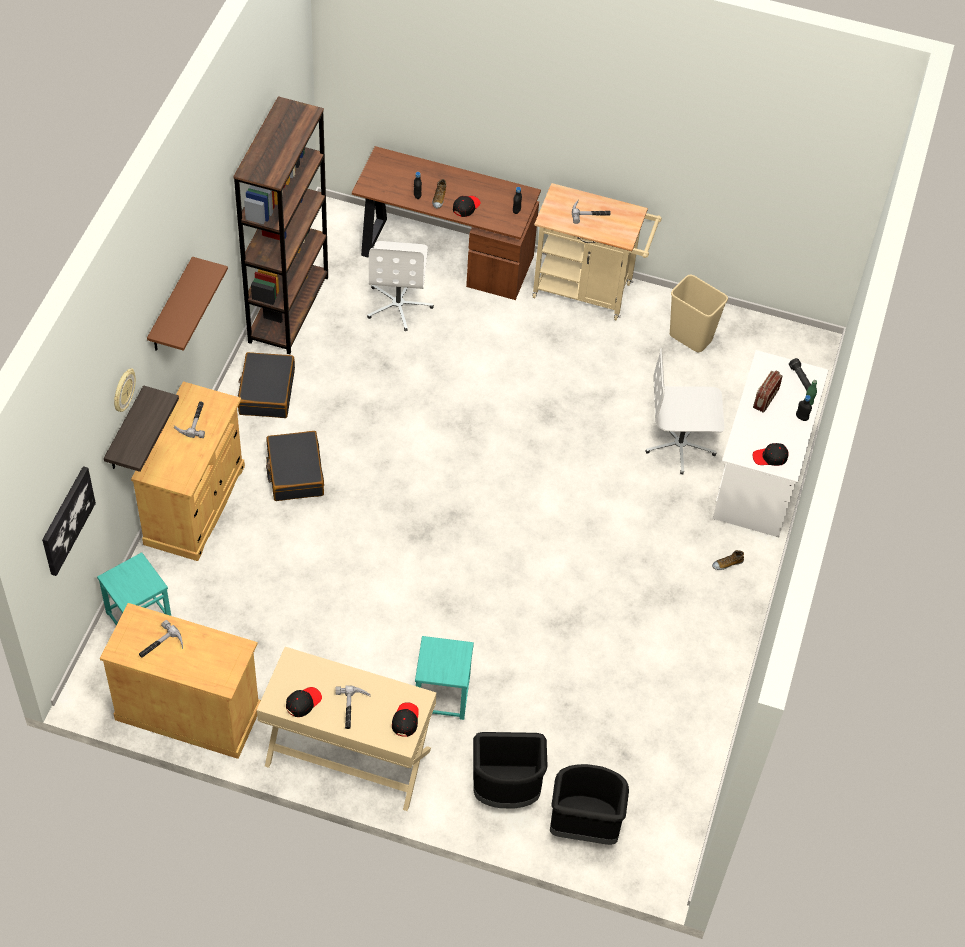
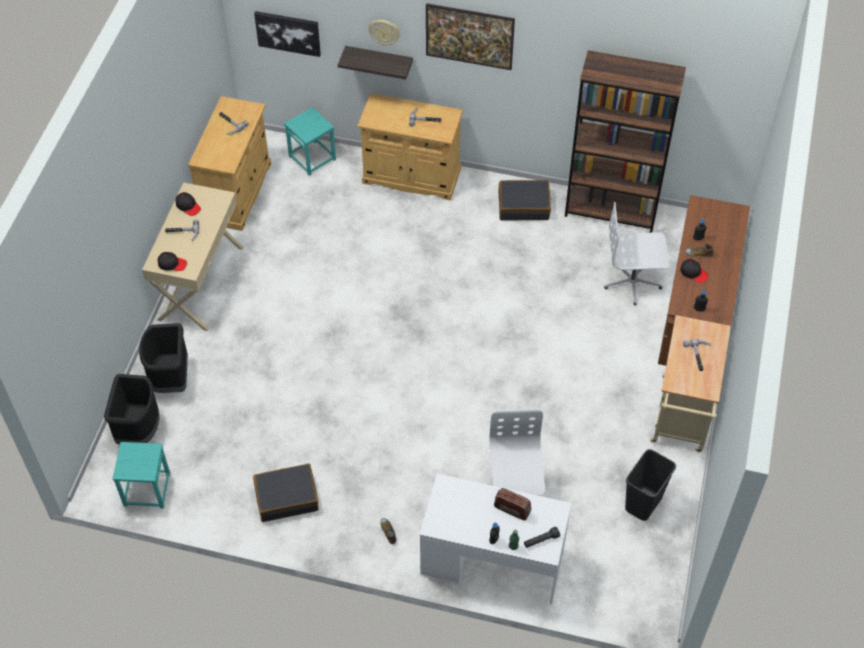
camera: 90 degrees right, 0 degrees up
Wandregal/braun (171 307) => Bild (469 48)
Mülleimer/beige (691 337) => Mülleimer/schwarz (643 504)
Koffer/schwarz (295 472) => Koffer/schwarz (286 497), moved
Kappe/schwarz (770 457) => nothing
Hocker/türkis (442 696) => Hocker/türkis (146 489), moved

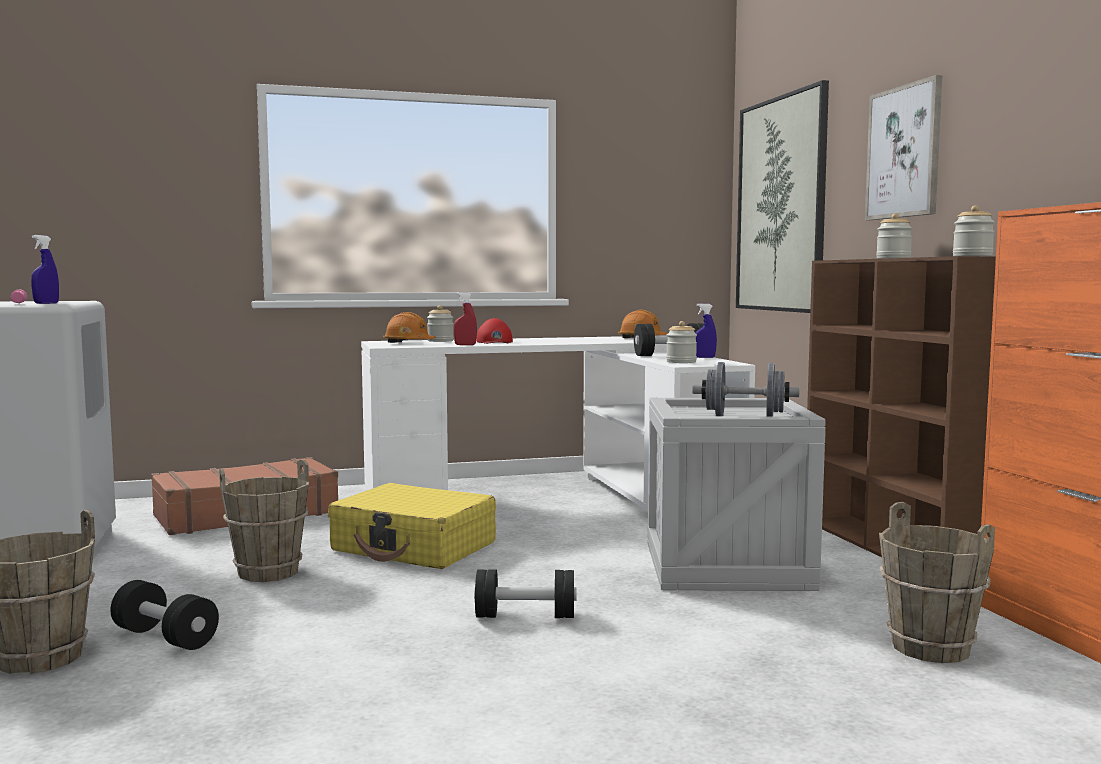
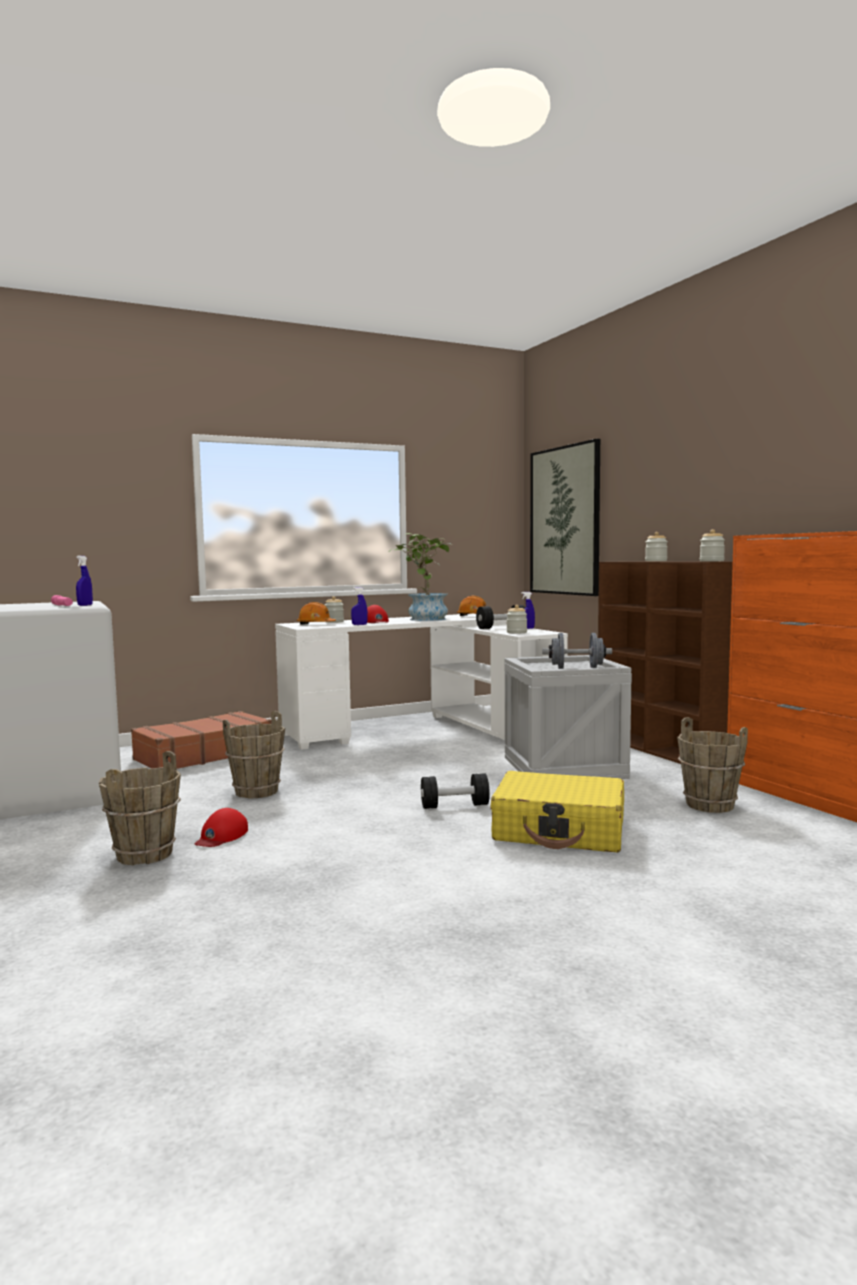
camera: 10 degrees left, 0 degrees up
Bild (904 152) => nothing
Sprühflasche/rot (465 345) => Sprühflasche/blau (359 624)
Koffer/gelb (414 547) => Koffer/gelb (560 831), moved
Hantel/schwarz (165 637) => Kappe/rot (221 836)
nothing => Topfpflanze (423 618)

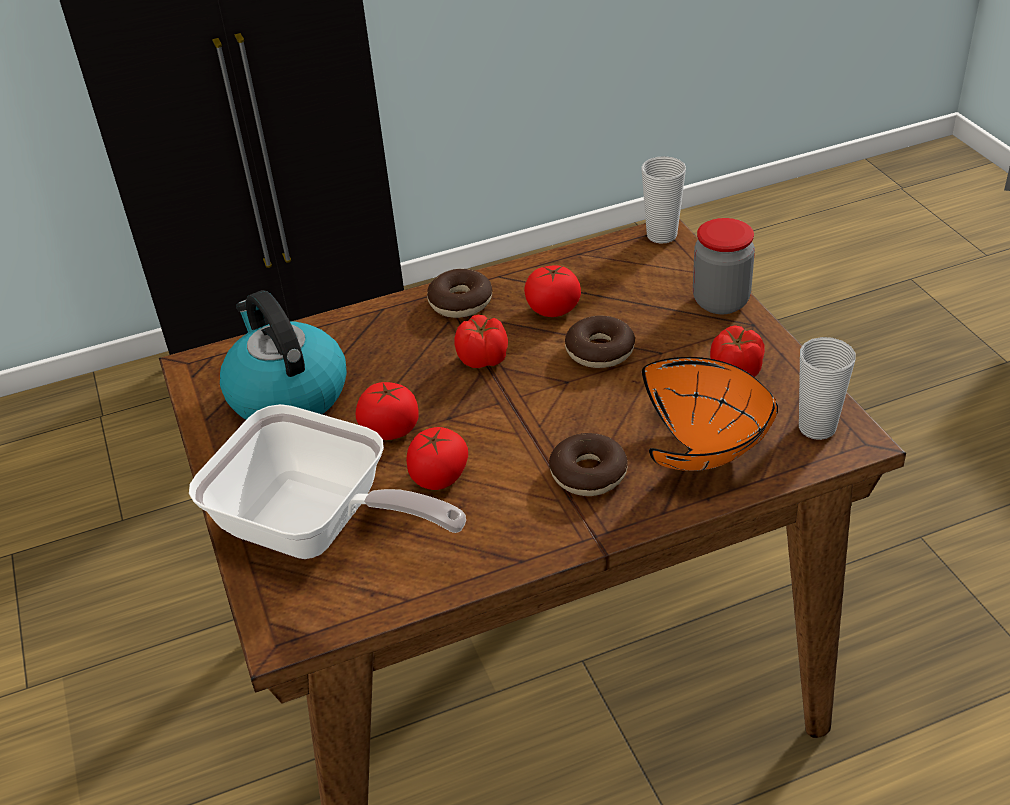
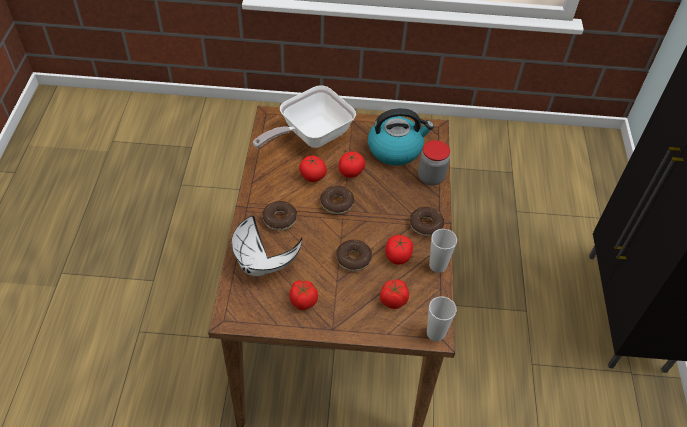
camera: 110 degrees right, 10 degrees up
Vorratsglas (720 301) => Vorratsglas (431 177), moved
Tomate (484 359) => Tomate (392 300), moved
Tasse (817 427) => Tasse (437 265), moved
Schüssel/orange (706 448) => Schüssel/weiß (264 263)
nothing => Donut (337 203)

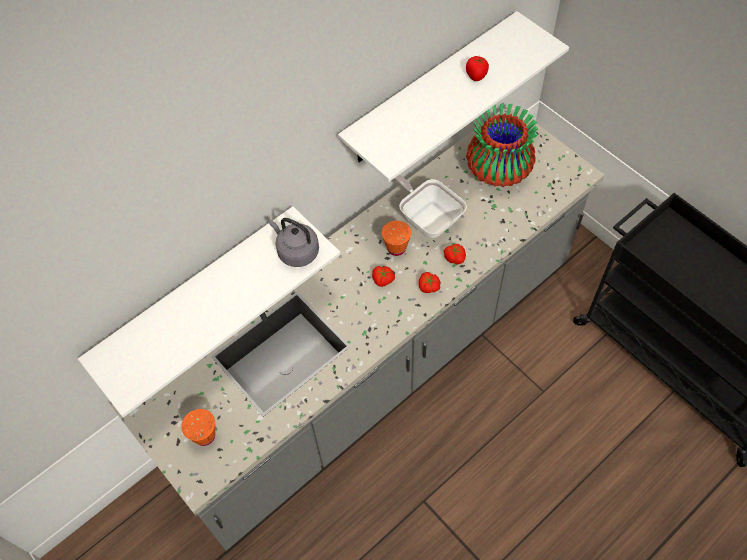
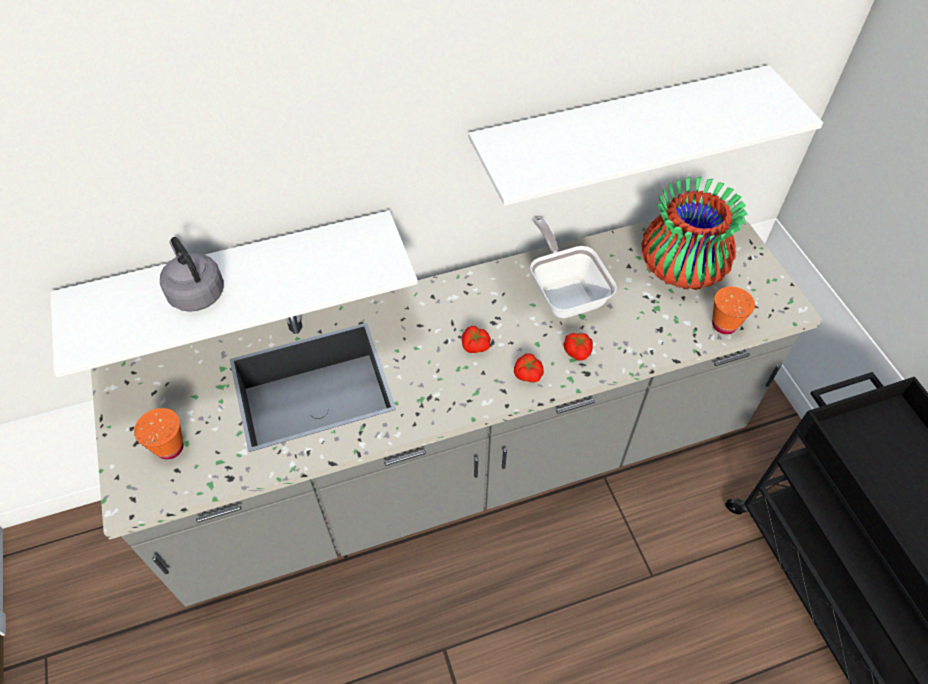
camera: 20 degrees right, 5 degrees down
Tomate (476 75) => nothing
Wasserkessel/grau (296 251) => Wasserkessel/grau (196 292), moved
Tasse/orange (396 248) => Tasse/orange (724 325), moved

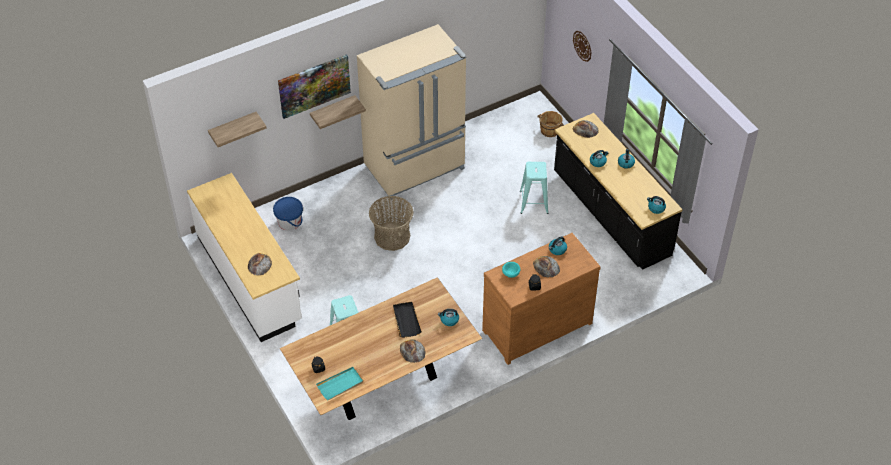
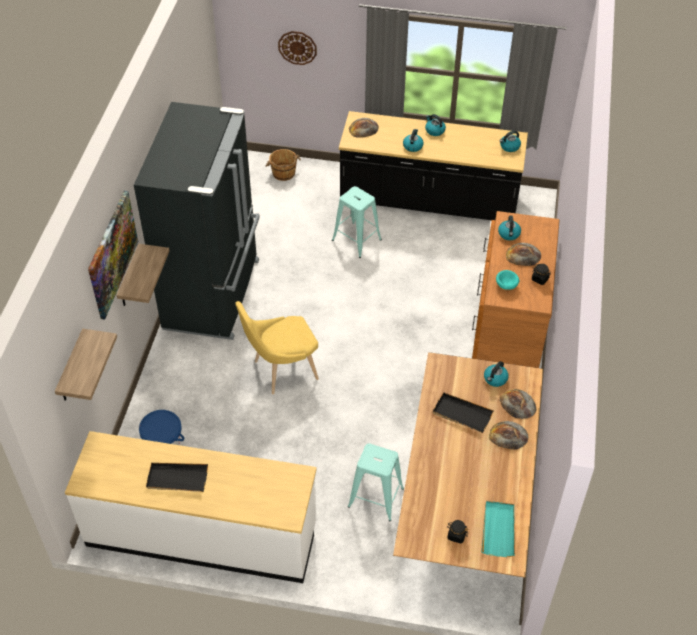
camera: 50 degrees left, 0 degrees up
Kühlschrank/beige (416 168) => Kühlschrank/schwarz (214 294)
Korb (392 236) => Stuhl/gelb (281 371)
Brot (259 264) => Brot (518 404), moved
nothing => Tablett/schwarz (177 478)

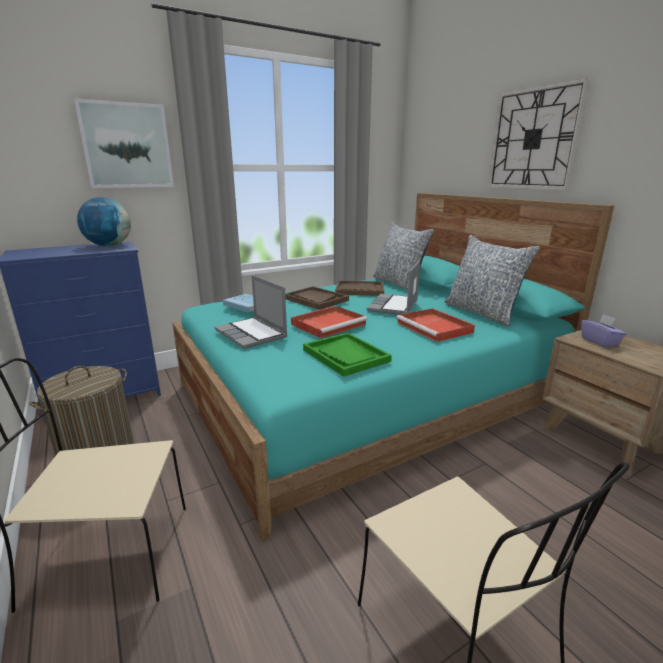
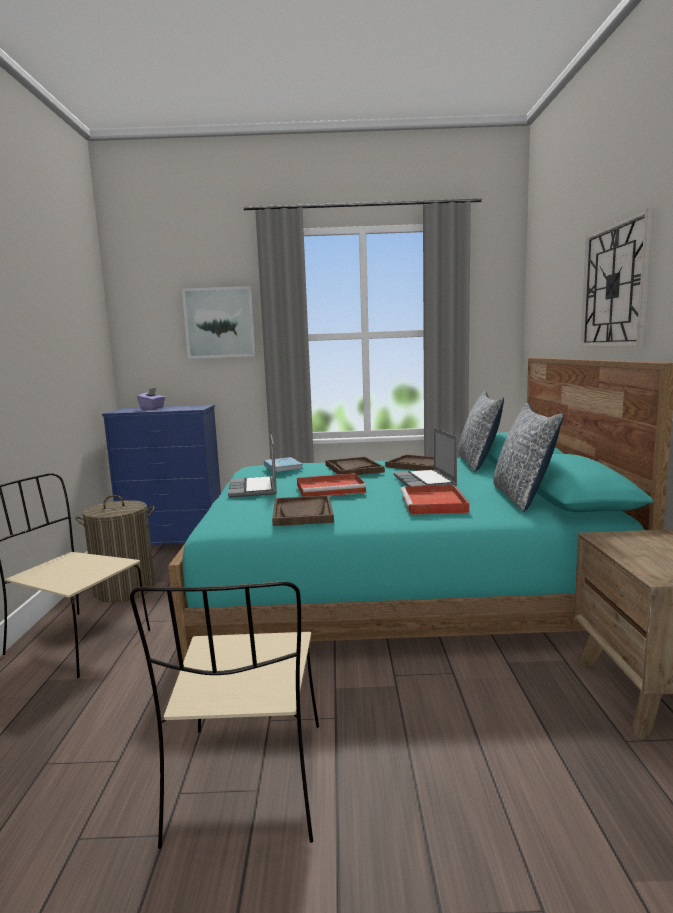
camera: 30 degrees right, 10 degrees down
Globus (109 246) => nothing
Laptop (394 306) => Laptop (425 481), 60 degrees counterclockwise
Taschentuchbox/lila (600 341) => Taschentuchbox/lila (152 408), moved
Tablett/grün (346 355) => Tablett/braun (303 513)

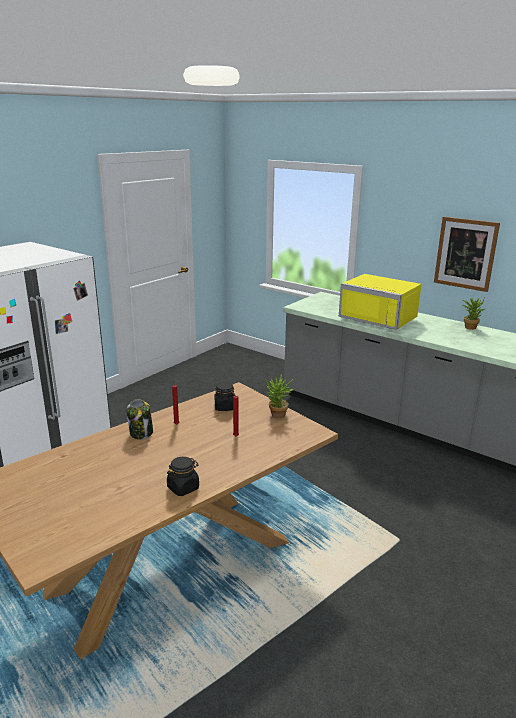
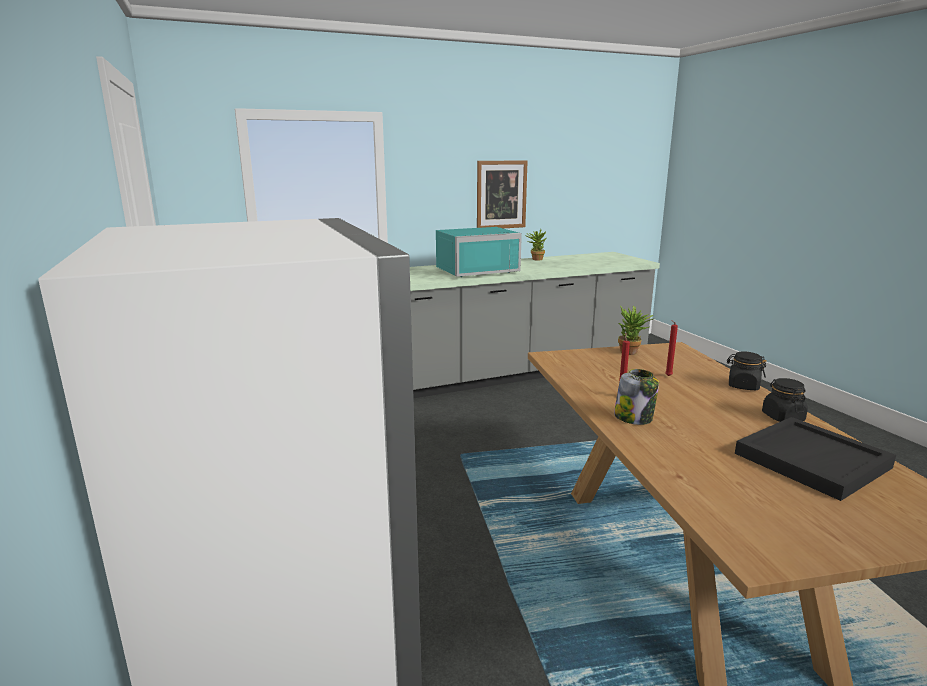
camera: 60 degrees left, 5 degrees down
Mikrowelle/gelb (380 317) => Mikrowelle/türkis (475 270)
Vorratsglas/schwarz (224 407) => Vorratsglas/schwarz (743 386), moved
nothing => Tablett/schwarz (811 459)

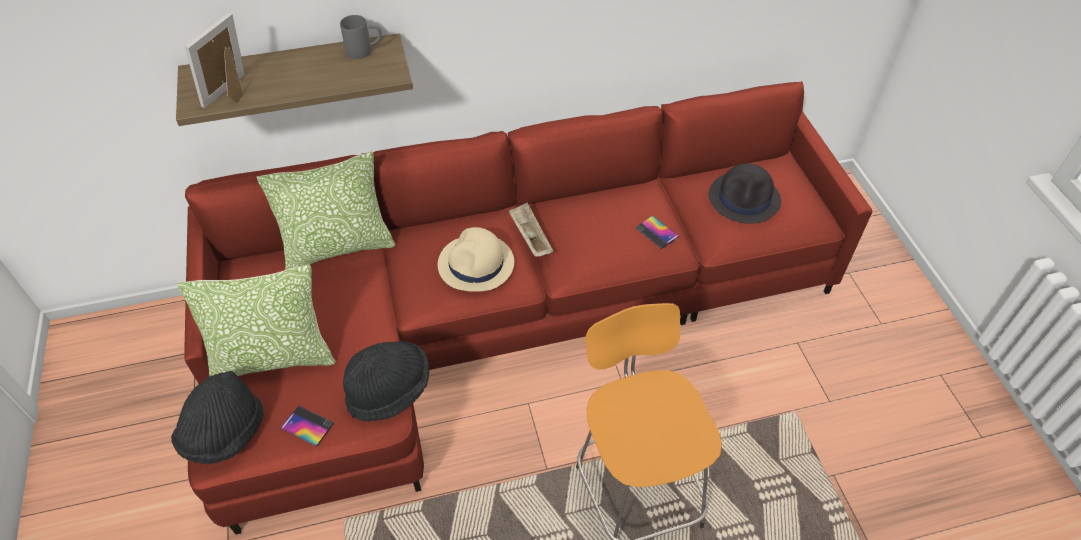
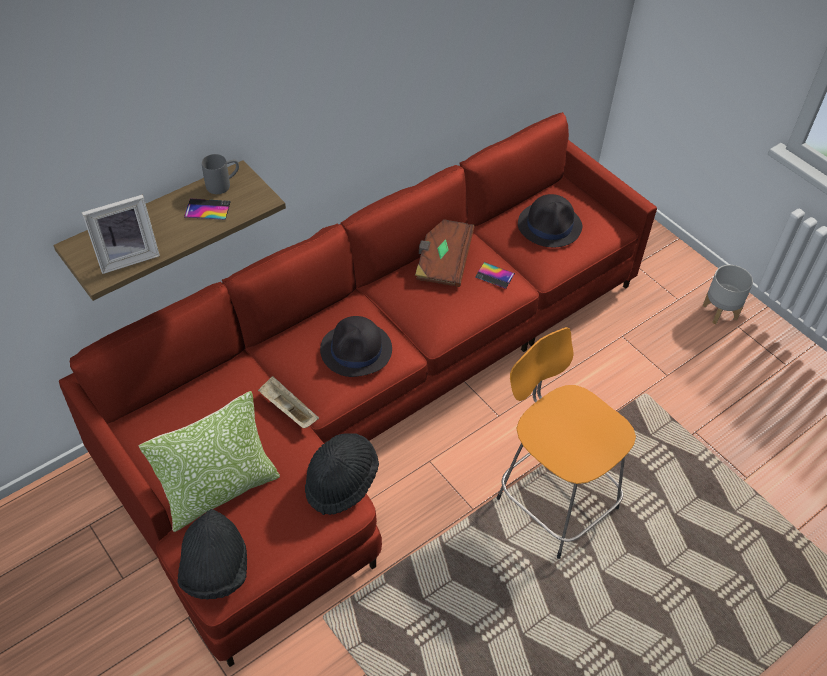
camera: 25 degrees left, 0 degrees up
Bilderrahmen (232 93) => Bilderrahmen (127 256), 120 degrees counterclockwise
Kissen (339 247) => nothing
Tablett/beige (530 238) => Tablett/beige (287 410), moved
Hut/beige (476 264) => Hut/schwarz (356 350)
Handy (307 426) => Handy (207 209), moved
nothing => Buch/braun (442 262)
nothing => Pflanzkübel/grau (720 311)

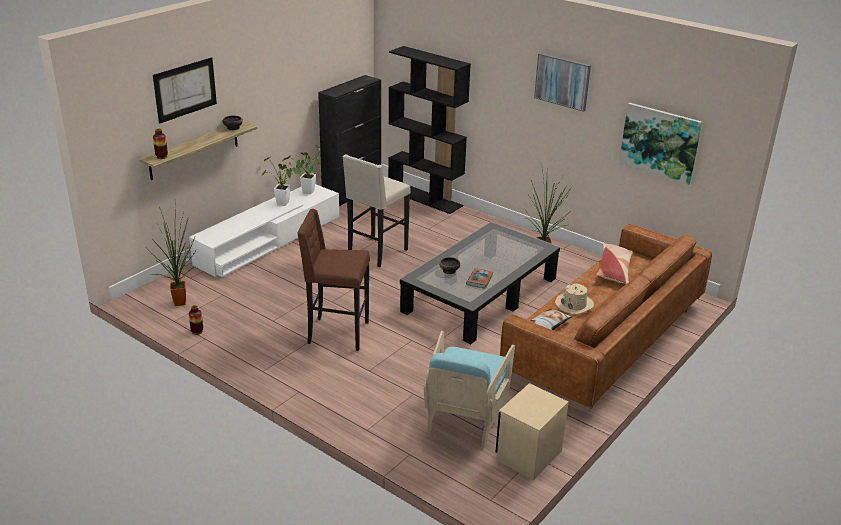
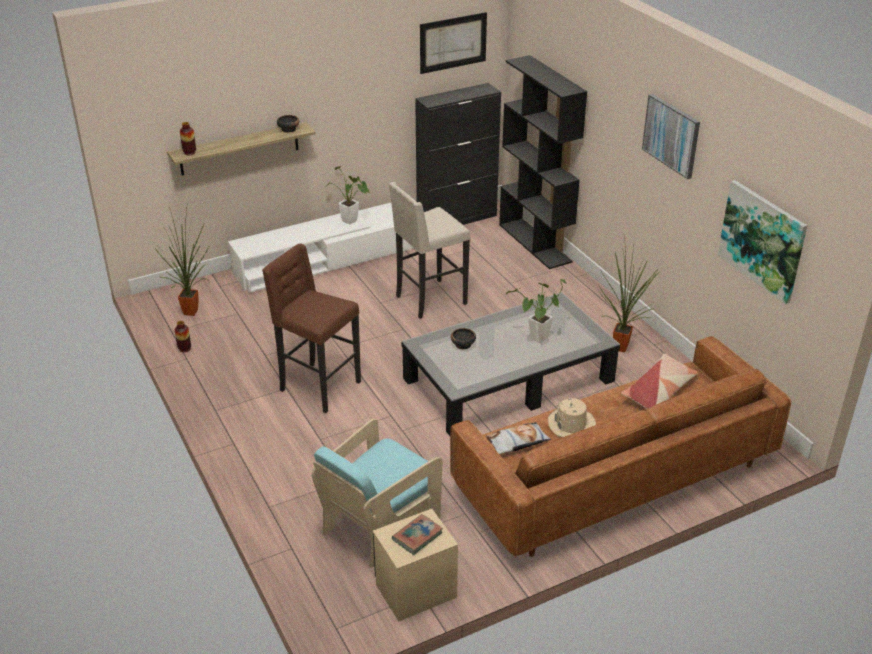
camera: 25 degrees right, 5 degrees up
Bild (185 89) => Bild (453 42), moved
Topfpflanze (307 193) => Topfpflanze (536 339), moved
Buch (479 280) => Buch (417 536), moved

